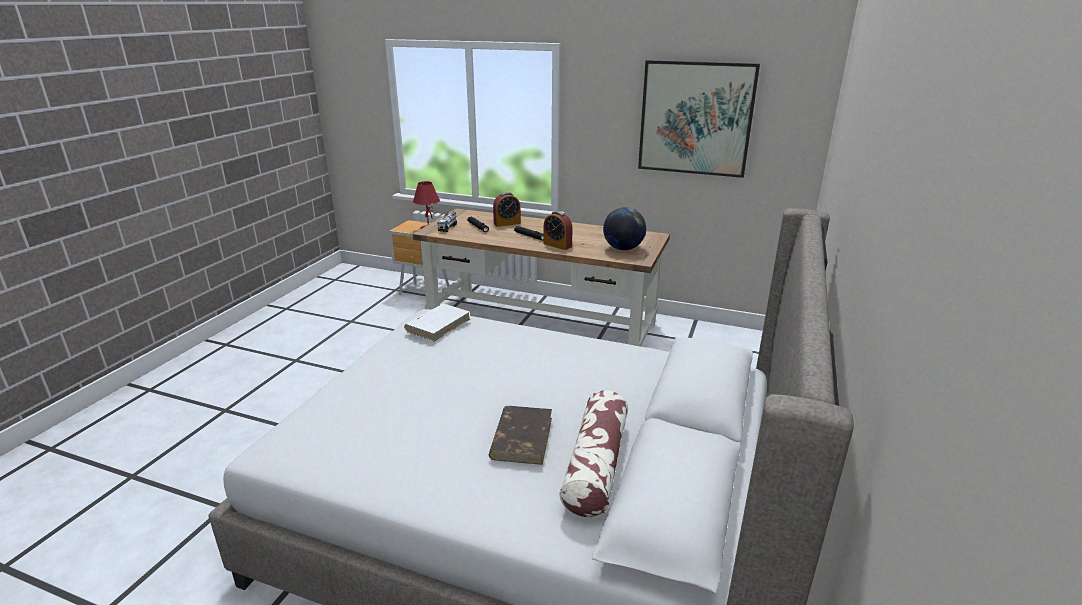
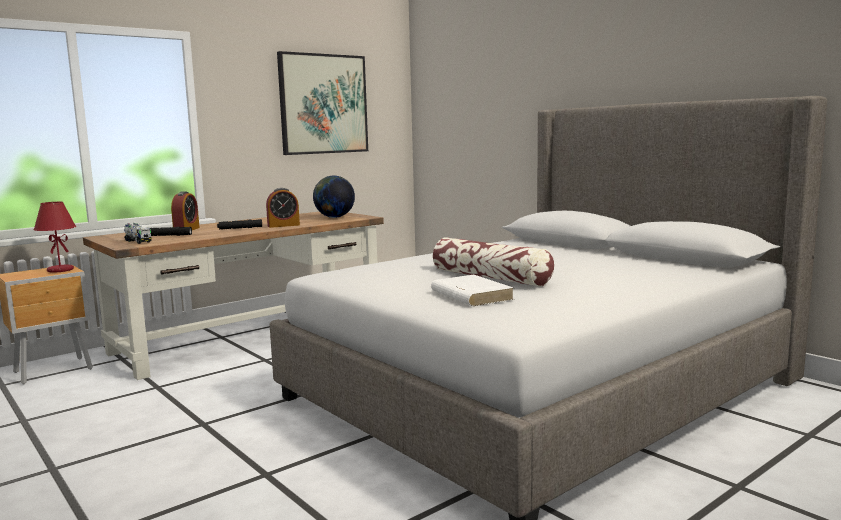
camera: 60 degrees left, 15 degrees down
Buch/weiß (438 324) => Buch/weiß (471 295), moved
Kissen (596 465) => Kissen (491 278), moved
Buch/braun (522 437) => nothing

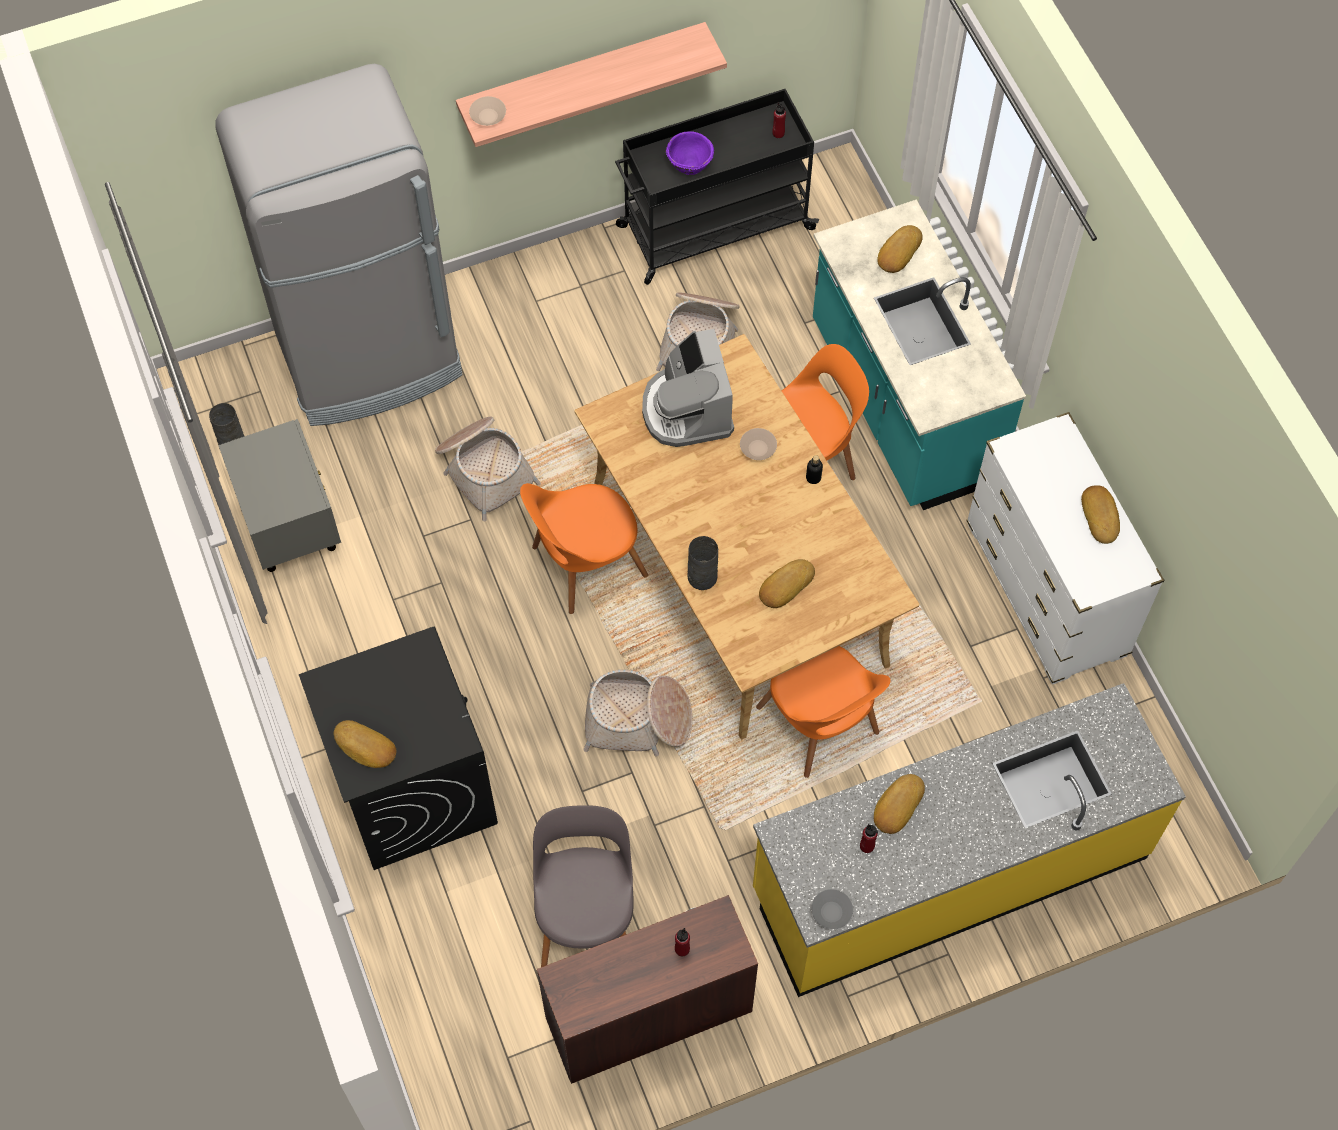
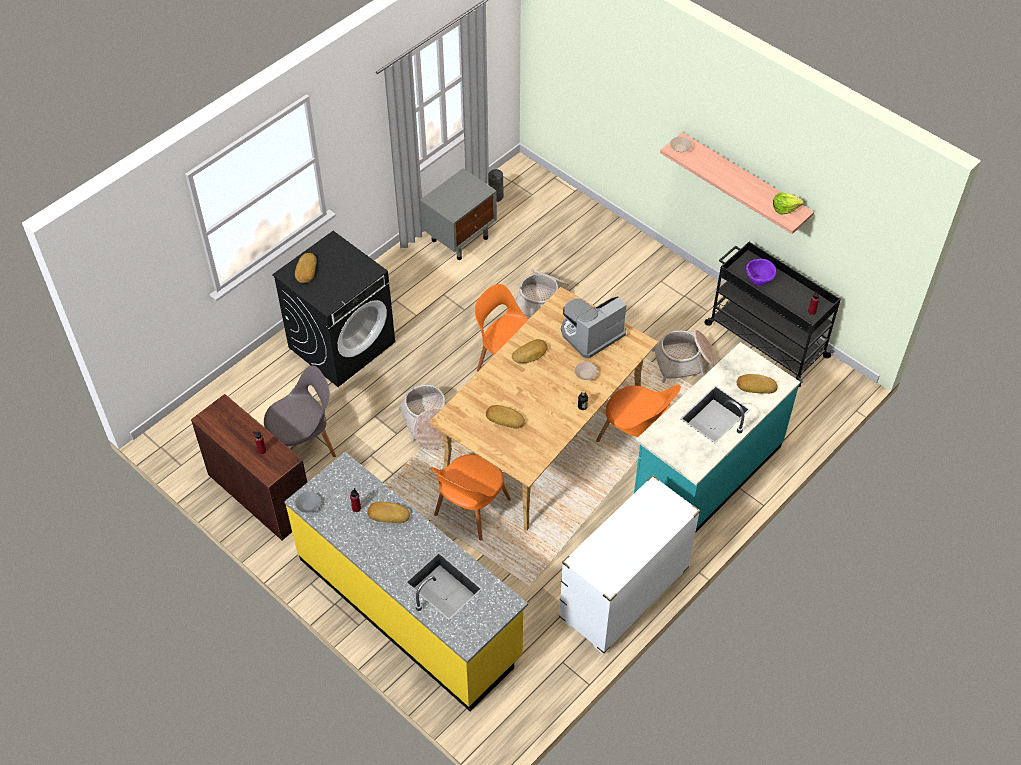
camera: 65 degrees right, 10 degrees down
Kühlschrank/grau (370 357) => nothing
Brot (1101 516) => Brot (530 354), moved
Vase/grau (701 577) => nothing
nothing => Salatkopf (784 208)

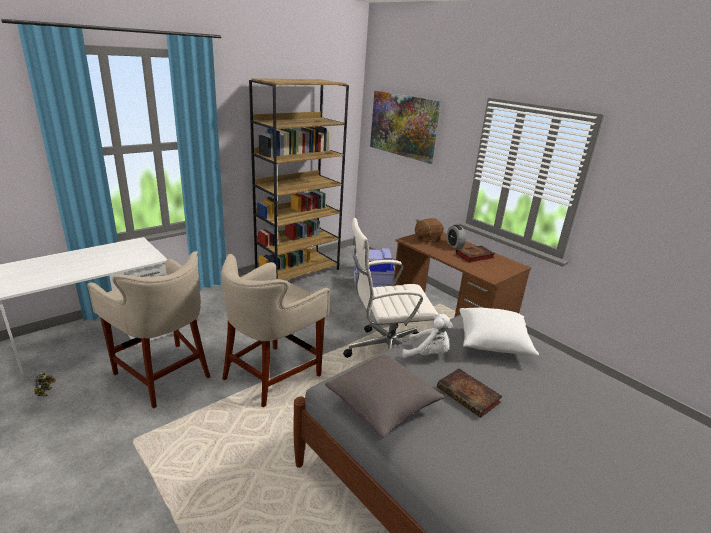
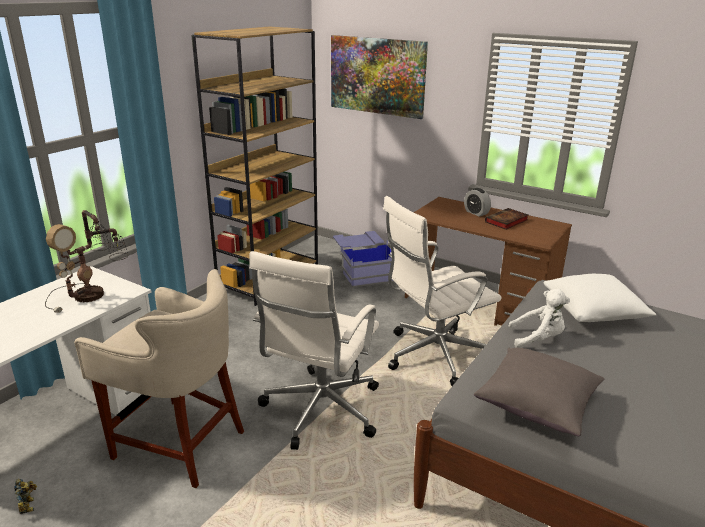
camera: 15 degrees left, 0 degrees up
Plüschtier/braun (427 238) => nothing
Hocker/beige (272 375) => Bürostuhl/weiß (319 411)
Buch (469 396) => nothing
nothing => Tischlampe (91 295)

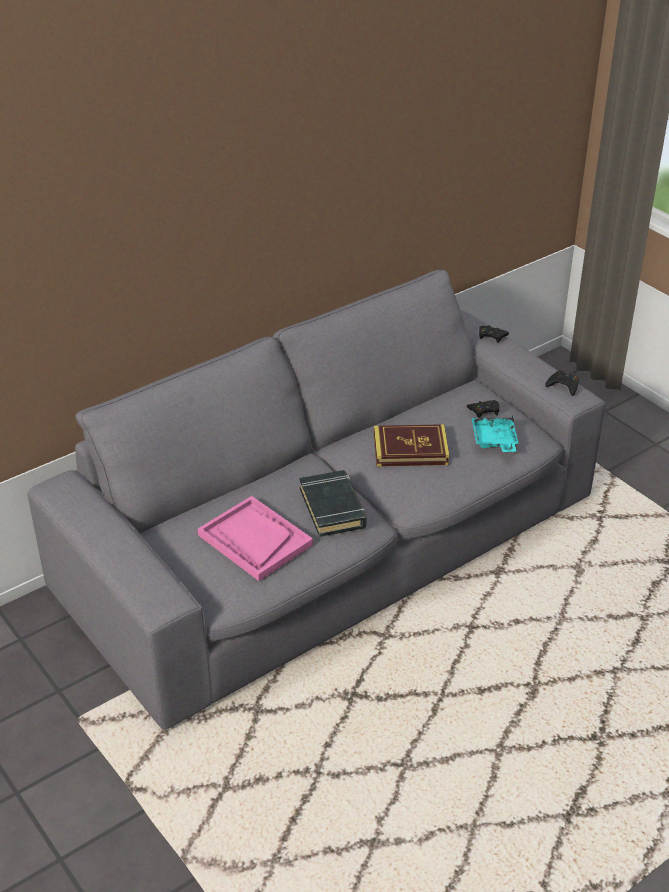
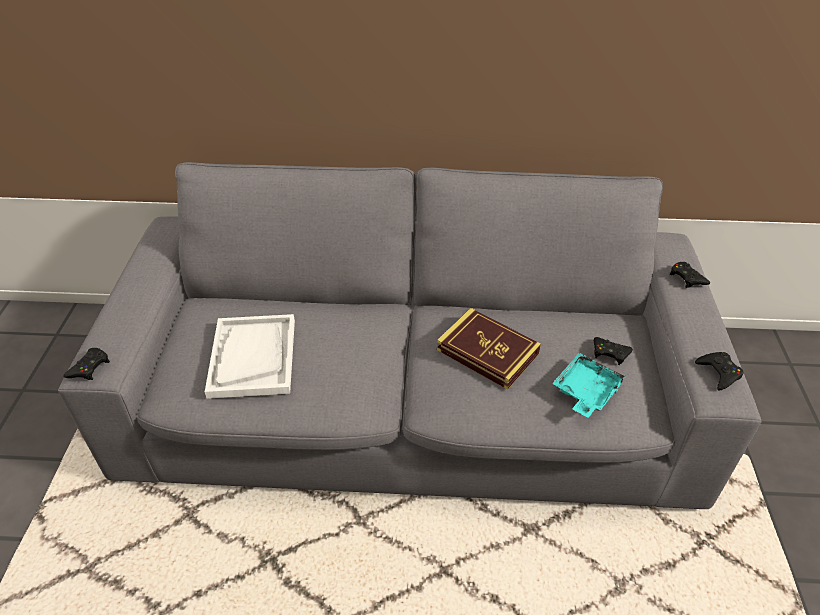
camera: 40 degrees right, 5 degrees up
Buch/schwarz (333 508) => nothing
Tablett/rosa (254 540) => Tablett/weiß (252 357)
nothing => Gamepad/schwarz (89 367)

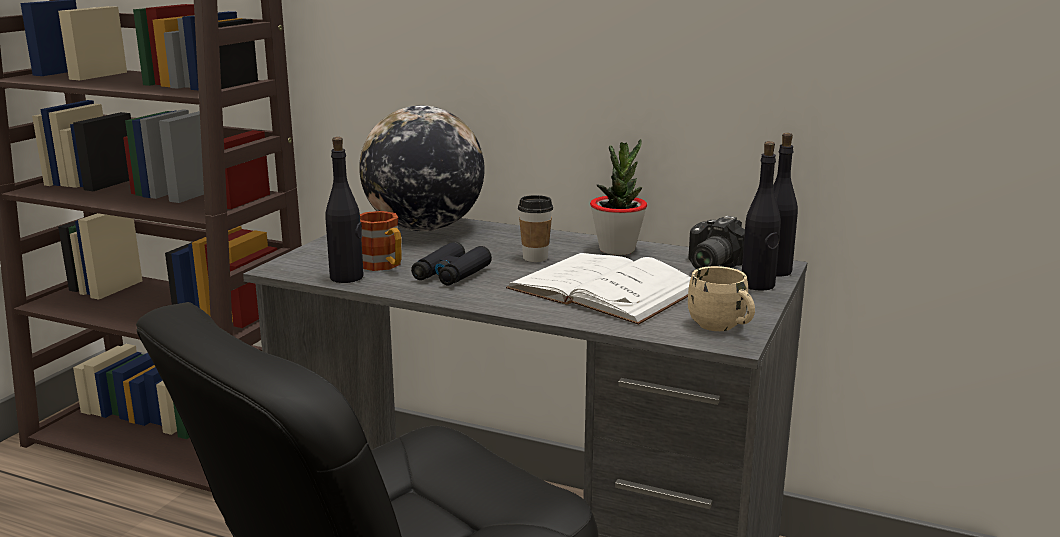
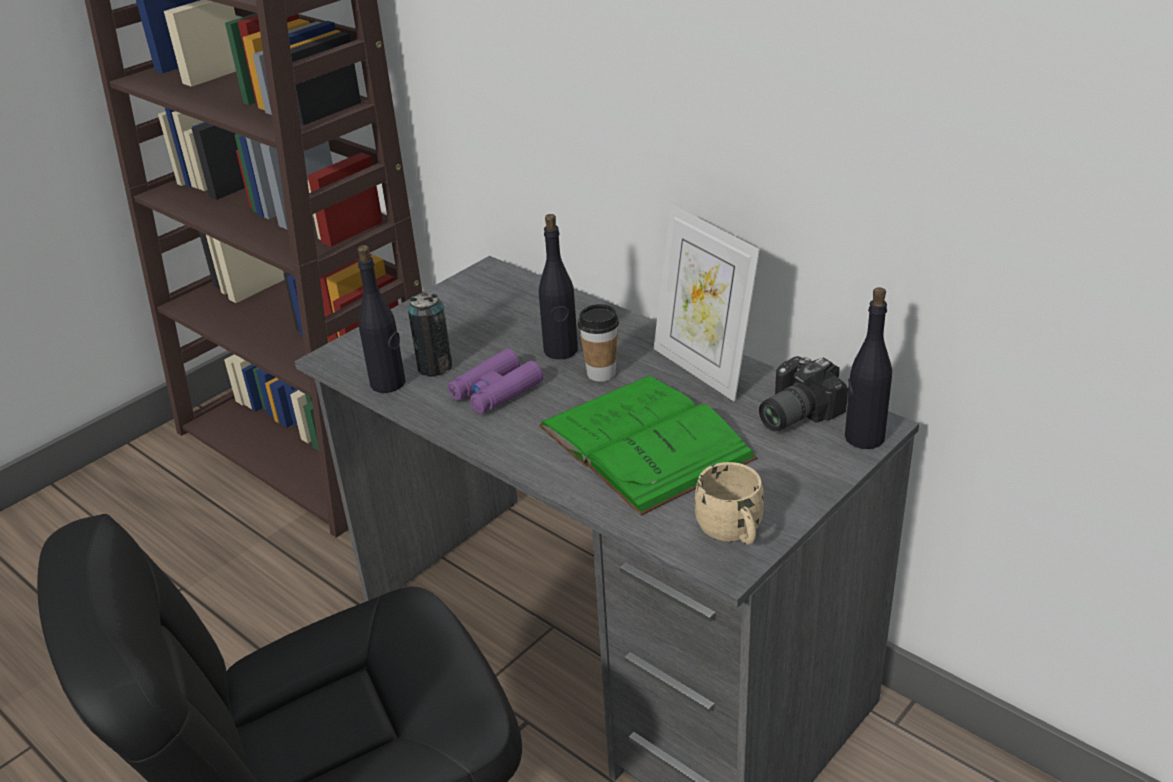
camera: 20 degrees right, 15 degrees up
Globus (424 228) => nothing
Topfpflanze (617 249) => Bilderrahmen (702 369)
Flasche/schwarz (758 285) => Flasche/schwarz (561 351), moved
Henkelbecher (384 266) => Dose (435 367)
Fernglas/schwarz (451 274) => Fernglas/lila (495 391)
Buch/weiß (605 288) => Buch/grün (645 442)

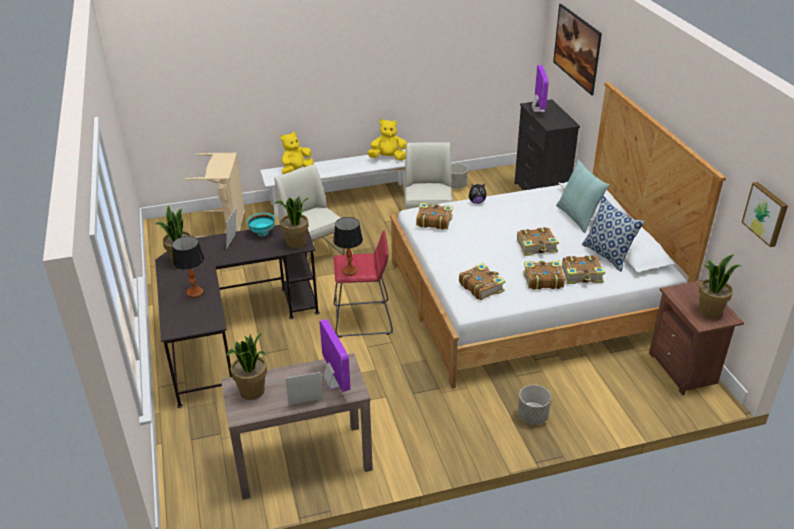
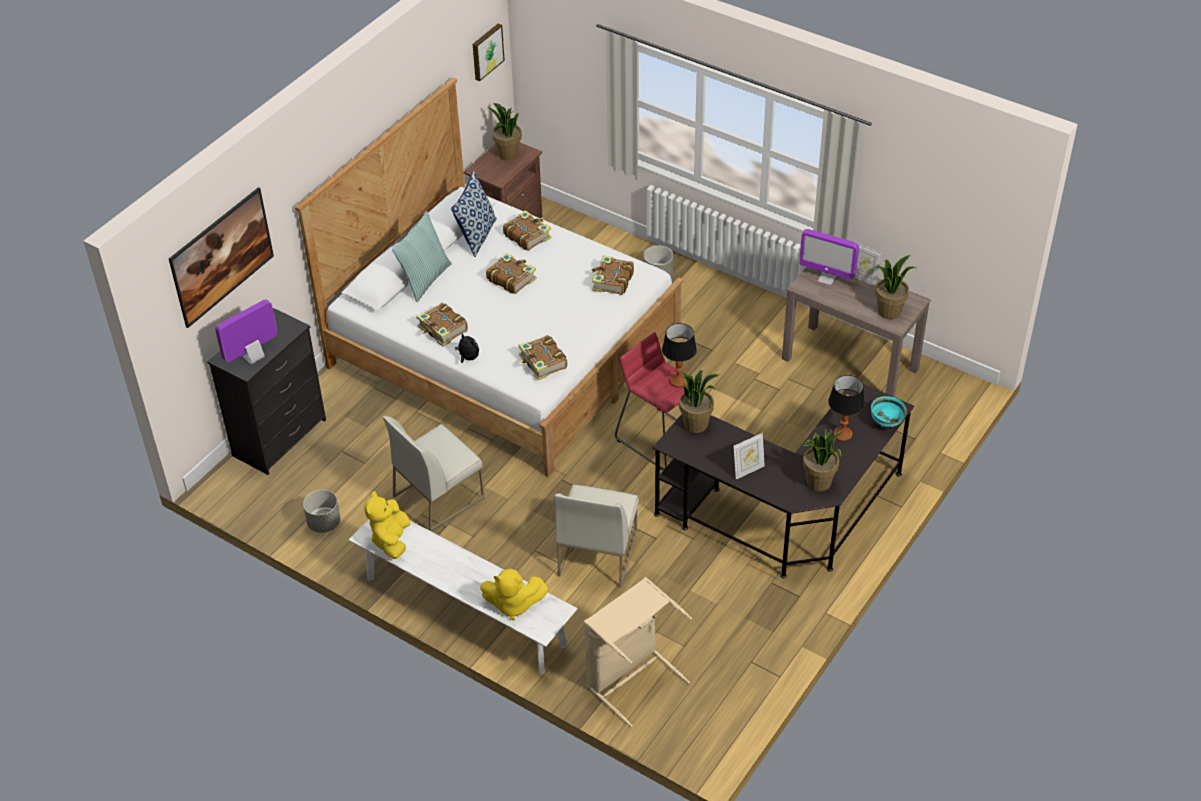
camera: 130 degrees left, 10 degrees up
Plüschtier/gelb (388 158) => Plüschtier/gelb (391 540), 45 degrees clockwise
Schüssel/türkis (262 233) => Schüssel/türkis (886 423), moved
Buch (542 280) => Buch (442 330), moved
Monitor (335 382) => Monitor (826 278), 90 degrees counterclockwise

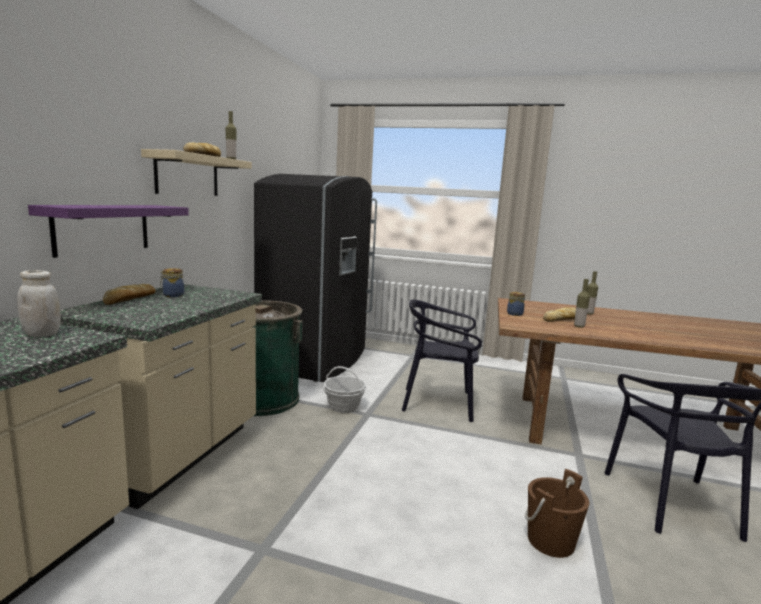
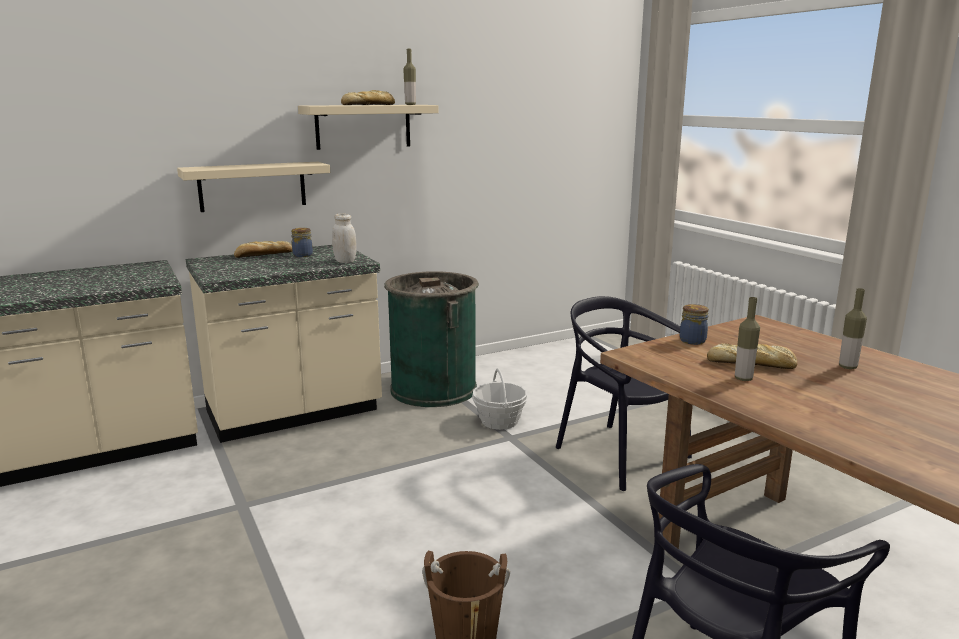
camera: 45 degrees right, 5 degrees up
Kühlschrank/schwarz (316 361) => nothing
Wandregal/lila (103 228) => Wandregal/beige (252 186)
Vorratsglas/weiß (42 334) => Vorratsglas/weiß (345 261), moved

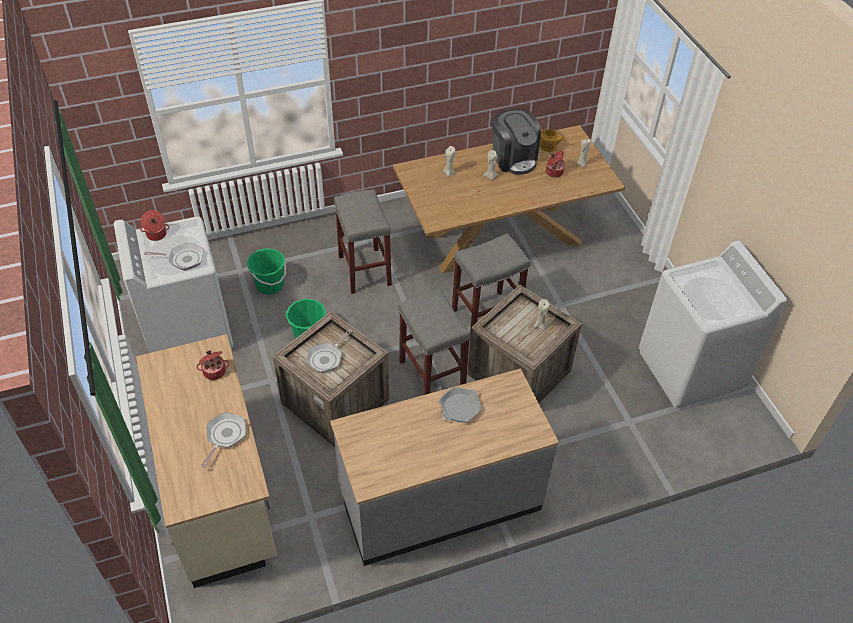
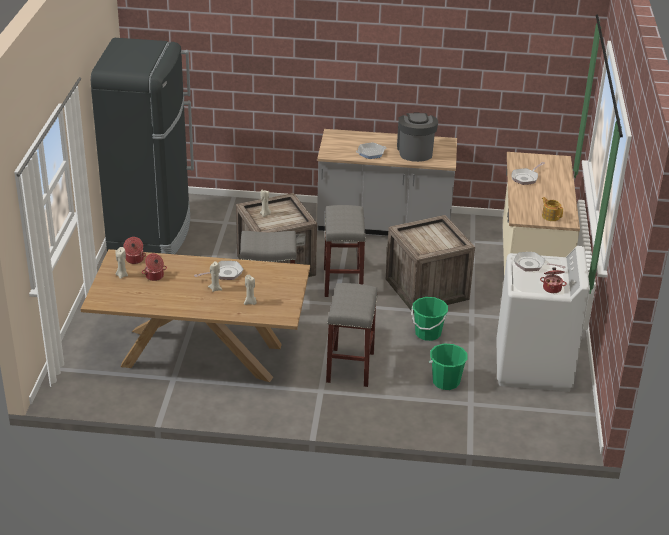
camera: 155 degrees left, 15 degrees down
Kaffeemaschine (513 158) => Kaffeemaschine (415 151), moved
Teekanne (548 146) => Teekanne (550 216), moved
Waschmaschine/weiß (690 370) => Kühlschrank/schwarz (151 232)
Pfanne (327 358) => Pfanne (224 273), moved
Kochtopf (214 371) => Kochtopf (134 260), moved

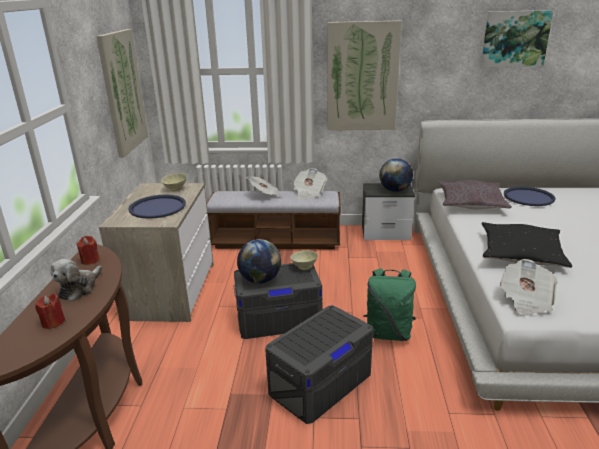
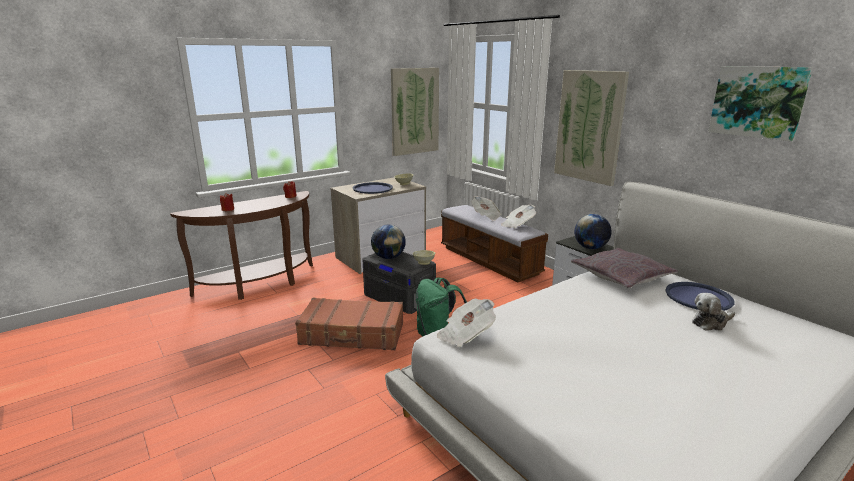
camera: 50 degrees right, 5 degrees down
Kissen/schwarz (521 253) => nothing
Plüschtier (79 288) => Plüschtier (710 323), moved
Aufbewahrungsbox/grau (320 382) => Koffer/braun (352 334)

